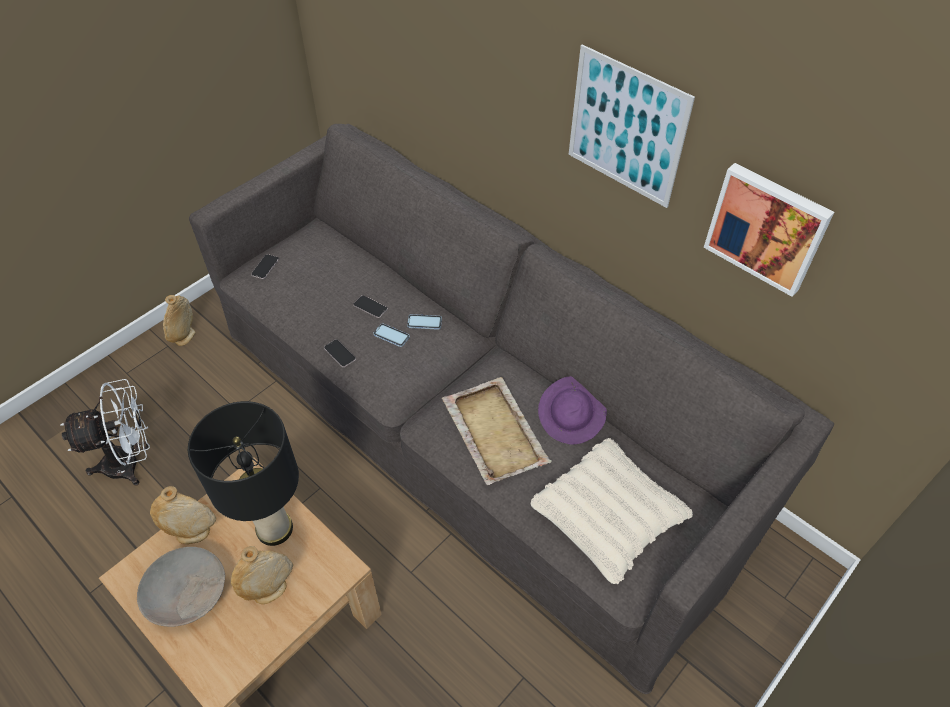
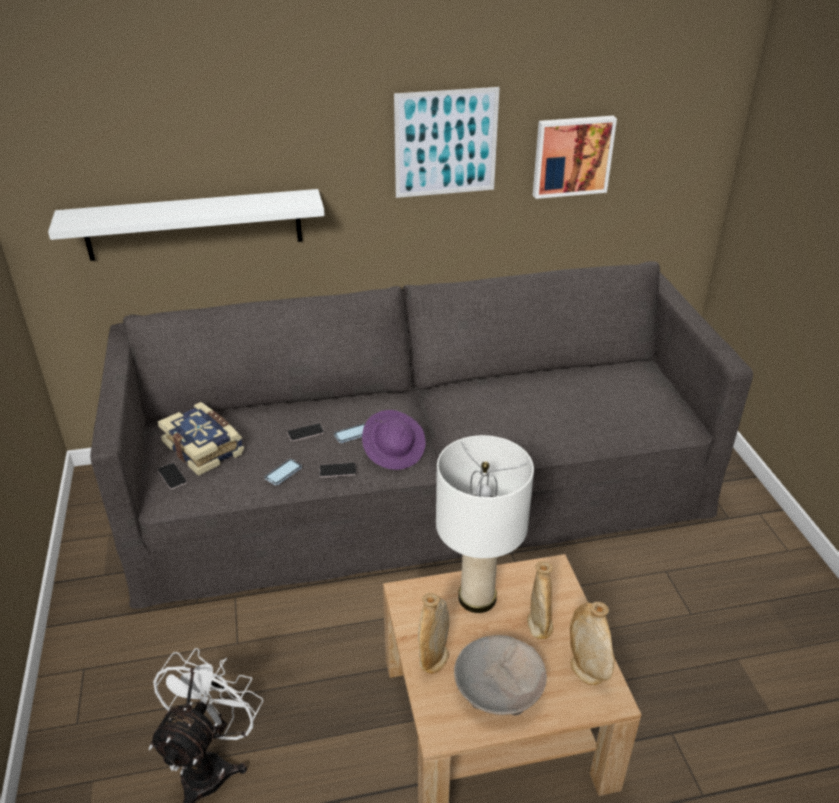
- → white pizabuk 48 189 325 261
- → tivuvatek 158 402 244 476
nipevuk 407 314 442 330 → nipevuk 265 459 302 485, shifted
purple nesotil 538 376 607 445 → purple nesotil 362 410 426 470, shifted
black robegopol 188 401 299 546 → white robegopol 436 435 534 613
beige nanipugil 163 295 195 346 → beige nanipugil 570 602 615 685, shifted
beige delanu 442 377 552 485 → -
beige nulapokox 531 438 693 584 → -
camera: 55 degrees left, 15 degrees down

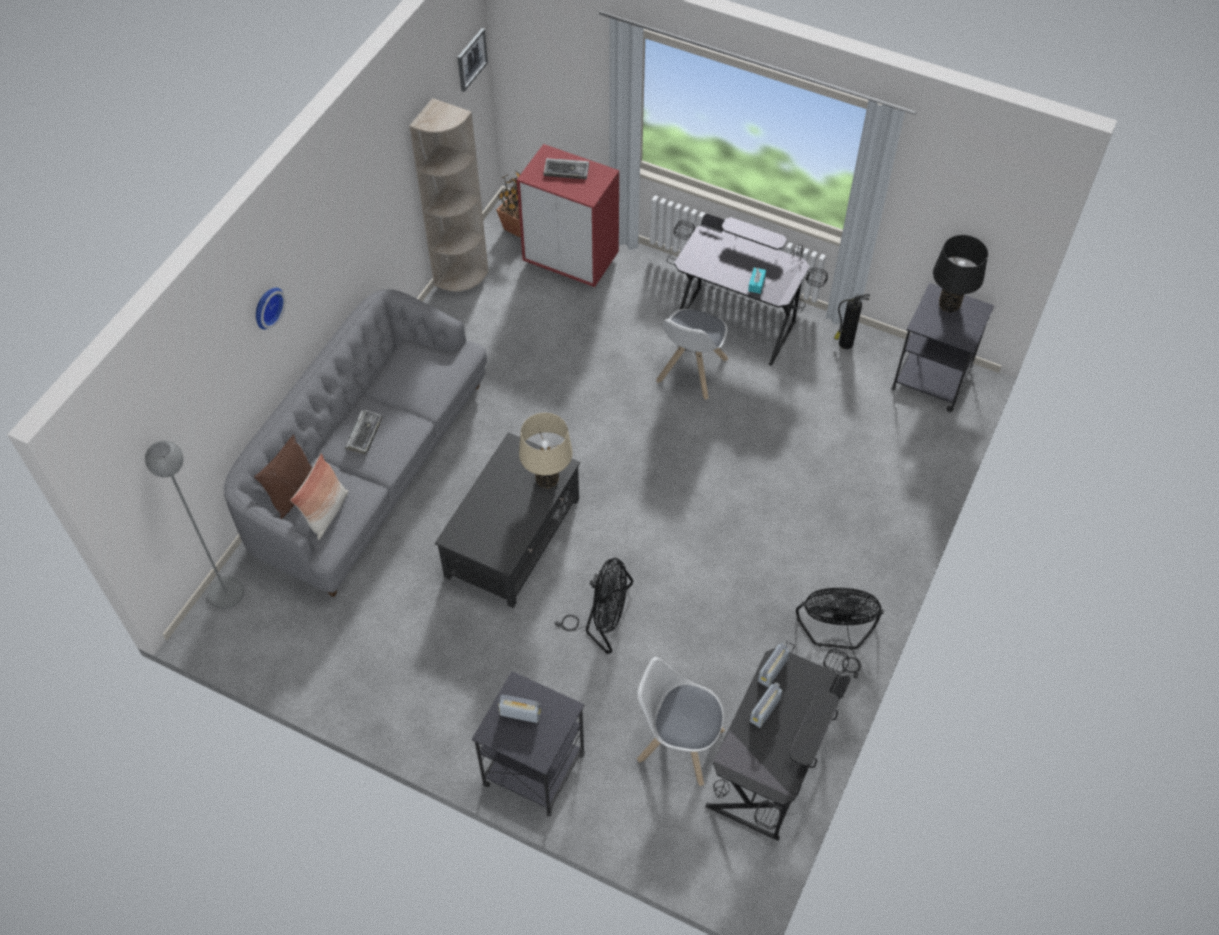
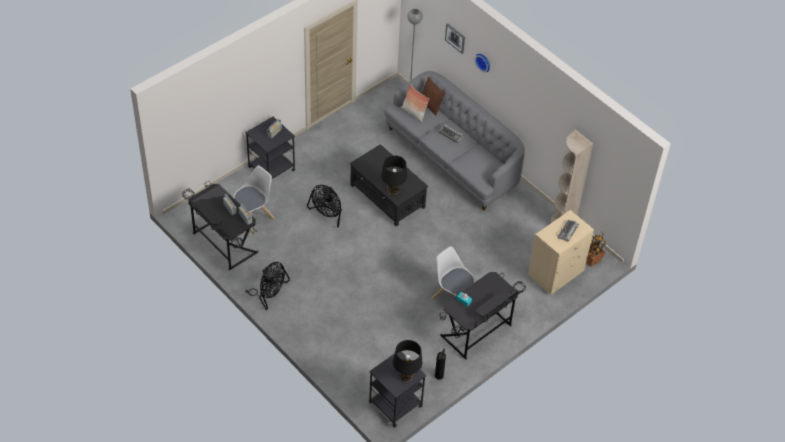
beige robegopol 519 413 573 488 → black robegopol 381 155 407 195
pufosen 458 28 488 92 → pufosen 445 23 465 54, shifted
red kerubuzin 517 144 619 287 → beige kerubuzin 528 210 594 295
camera: 110 degrees right, 5 degrees down

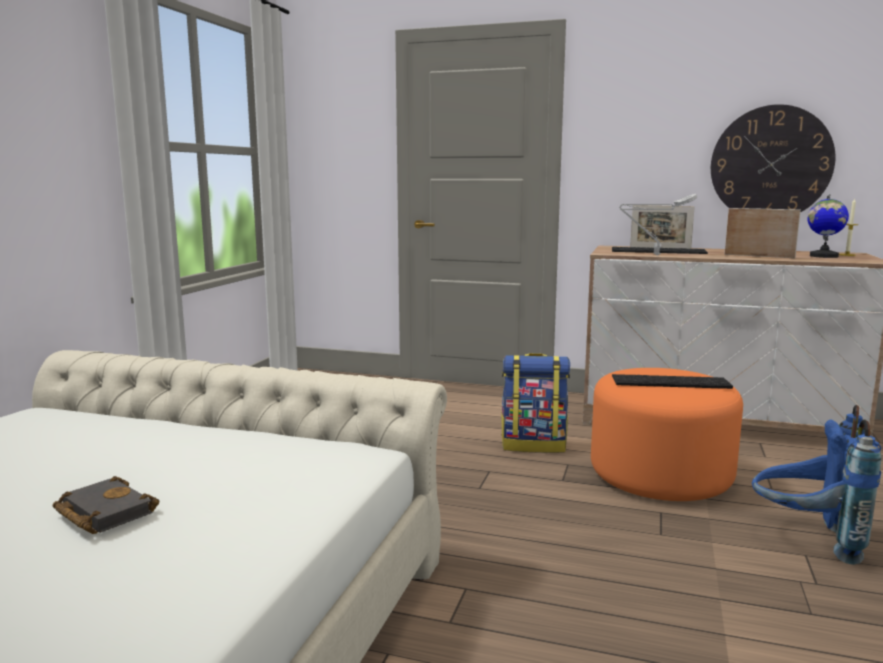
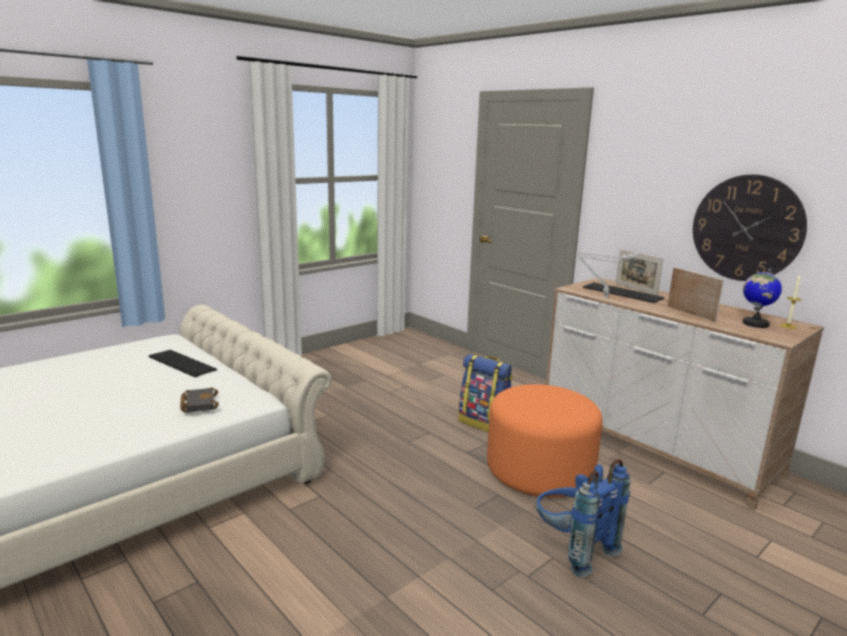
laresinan 612 374 733 389 → laresinan 149 350 217 377, shifted
black tivuvatek 53 476 159 534 → black tivuvatek 180 387 219 413, shifted
camera: 30 degrees right, 5 degrees up

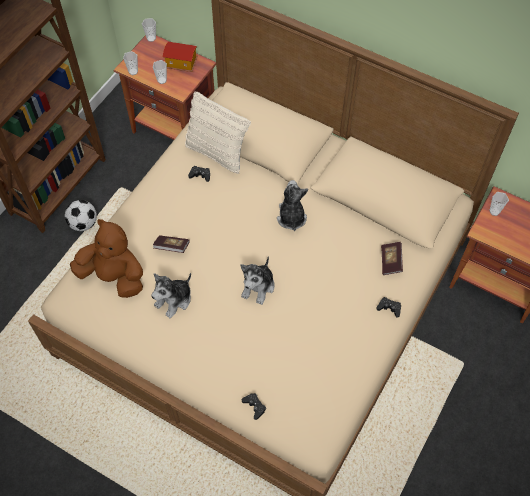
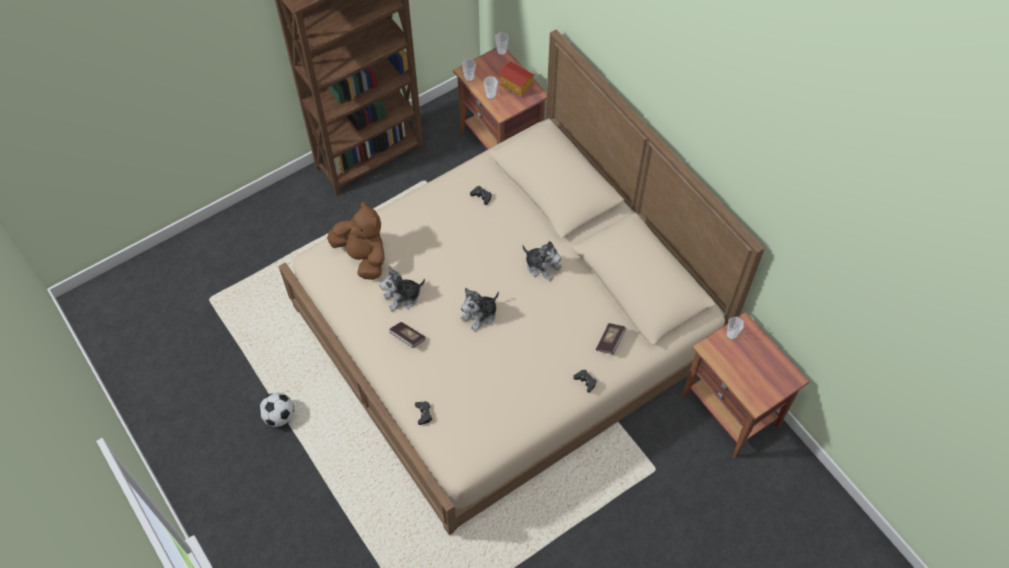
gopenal 65 200 97 231 → gopenal 259 393 294 427, shifted
tivuvatek 153 235 189 253 → tivuvatek 389 322 426 348, shifted
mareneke 277 180 308 231 → mareneke 522 241 562 281, 105 degrees clockwise
beige nulapokox 185 92 251 174 → -
camera: 25 degrees right, 0 degrees up

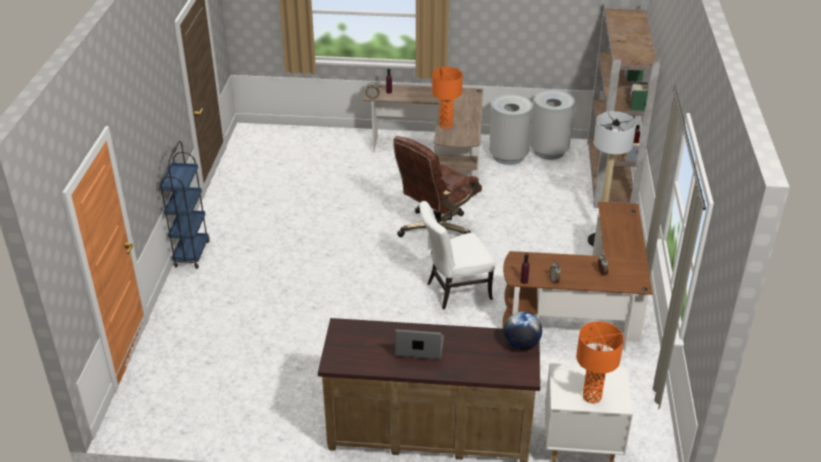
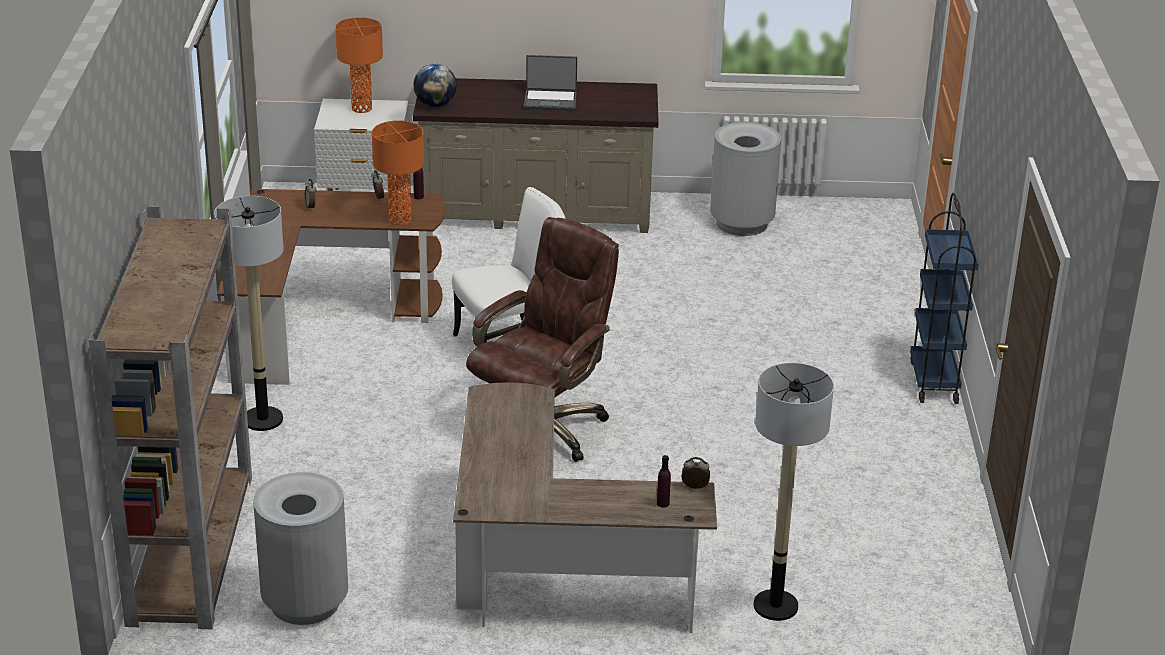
orange robegopol 432 67 463 129 → orange robegopol 372 120 424 225, shifted
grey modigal 489 94 533 165 → grey modigal 710 122 781 236, shifted
- → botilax 754 363 834 621
camera: 175 degrees right, 5 degrees down

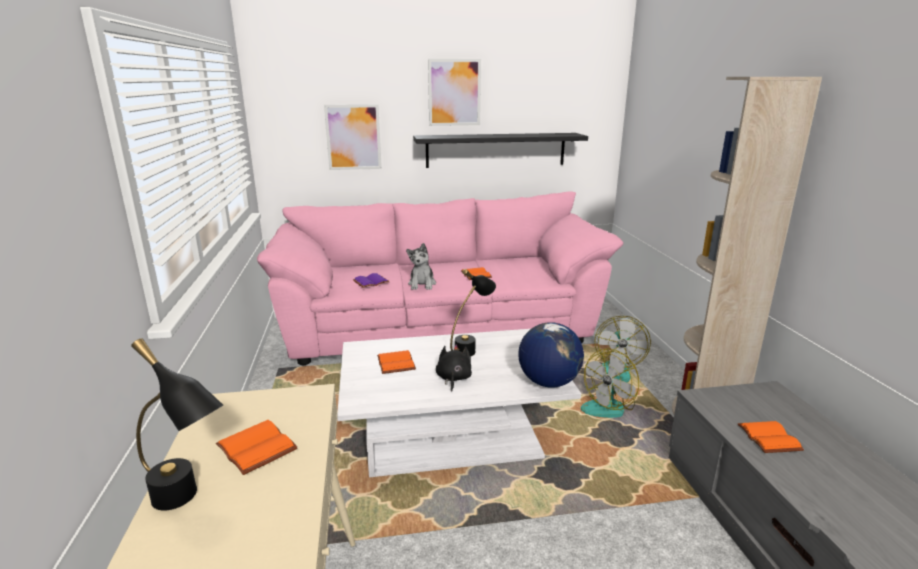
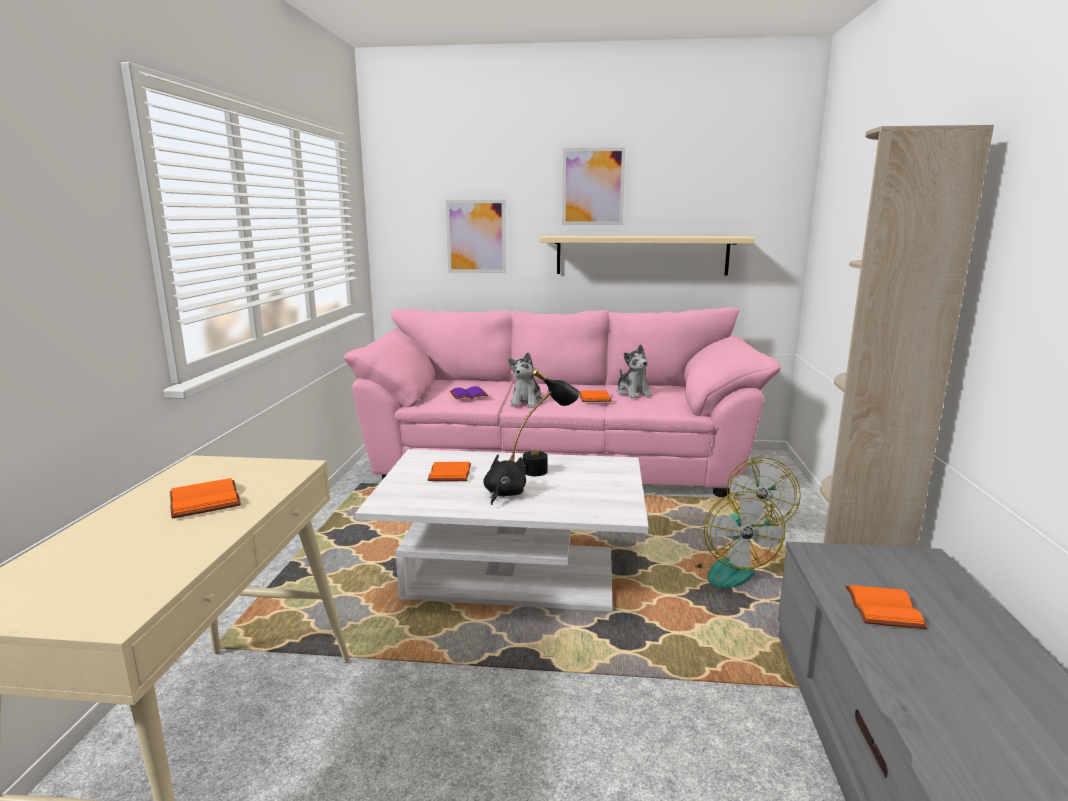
black pizabuk 413 133 588 168 → beige pizabuk 540 236 754 276
- → mareneke 617 344 652 399
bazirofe 581 348 639 418 → bazirofe 695 491 785 588, 60 degrees counterclockwise
black robegopol 131 338 223 511 → -
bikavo 519 322 584 388 → -
camera: 15 degrees right, 5 degrees down

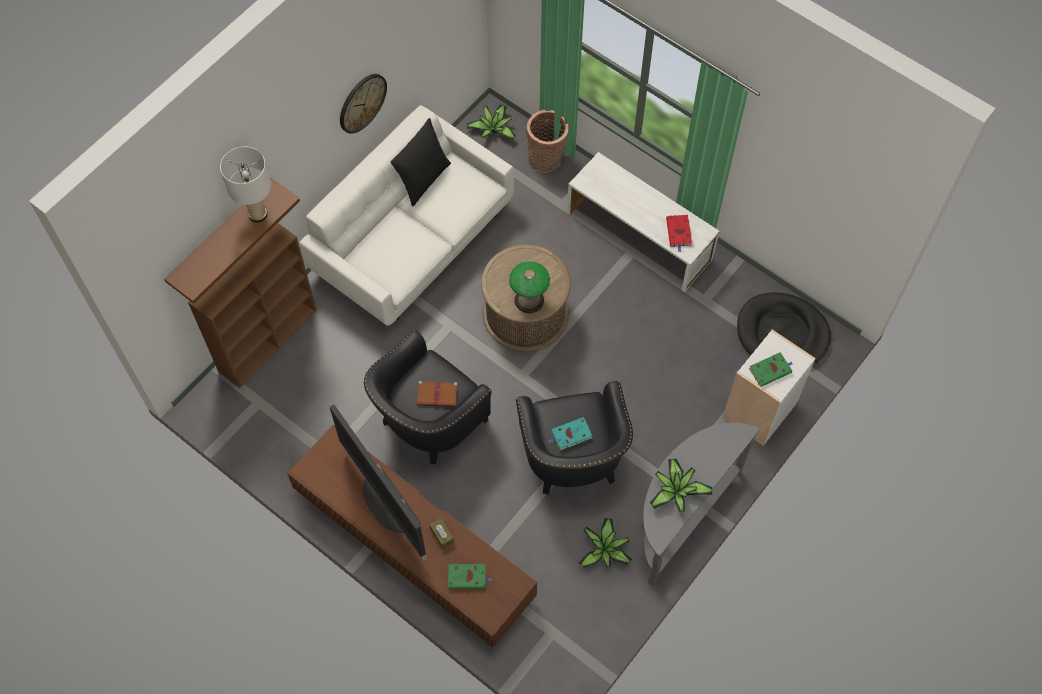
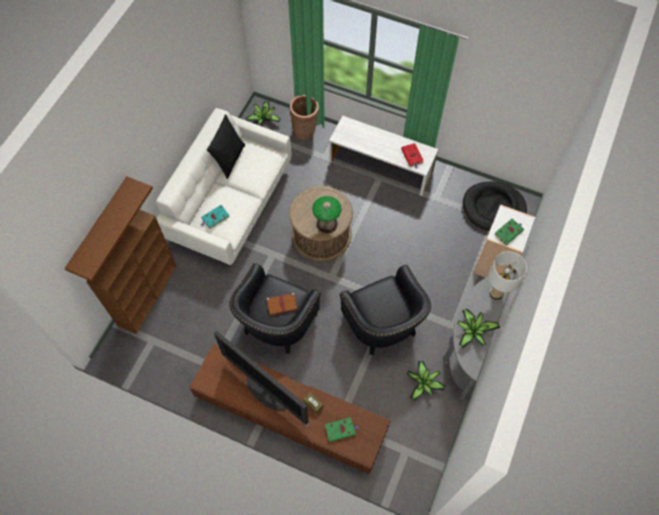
turquoise tivuvatek 548 417 592 451 → turquoise tivuvatek 201 205 230 229, shifted
white robegopol 220 146 271 223 → white robegopol 488 251 527 300, shifted
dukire 340 74 387 134 → -
camera: 15 degrees left, 0 degrees up

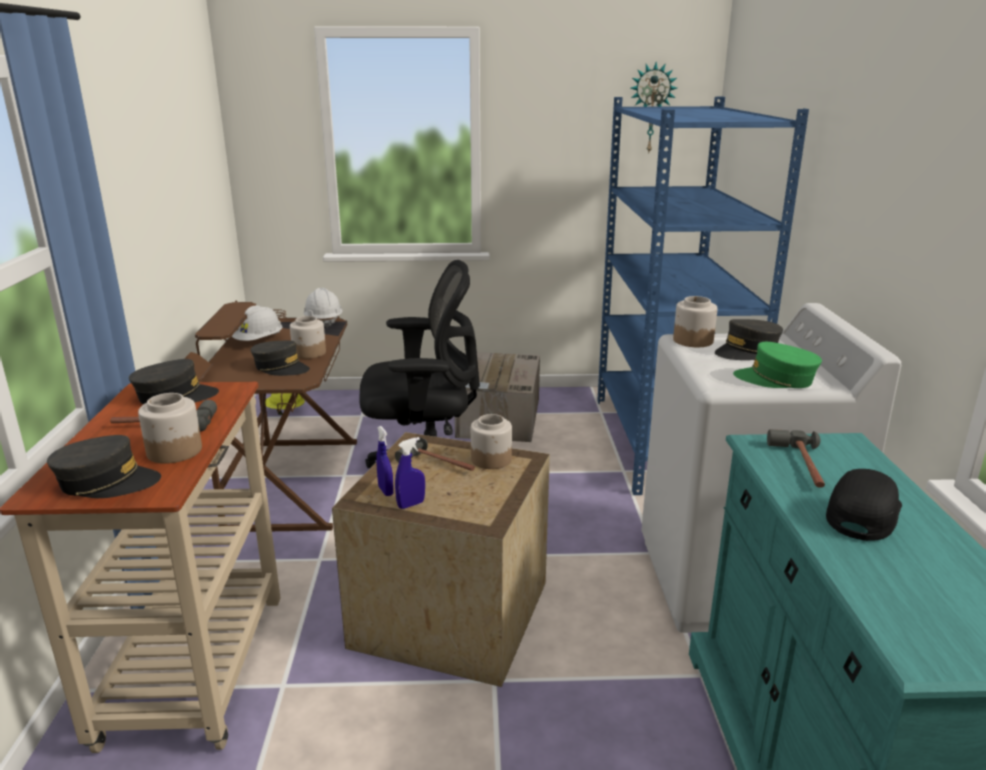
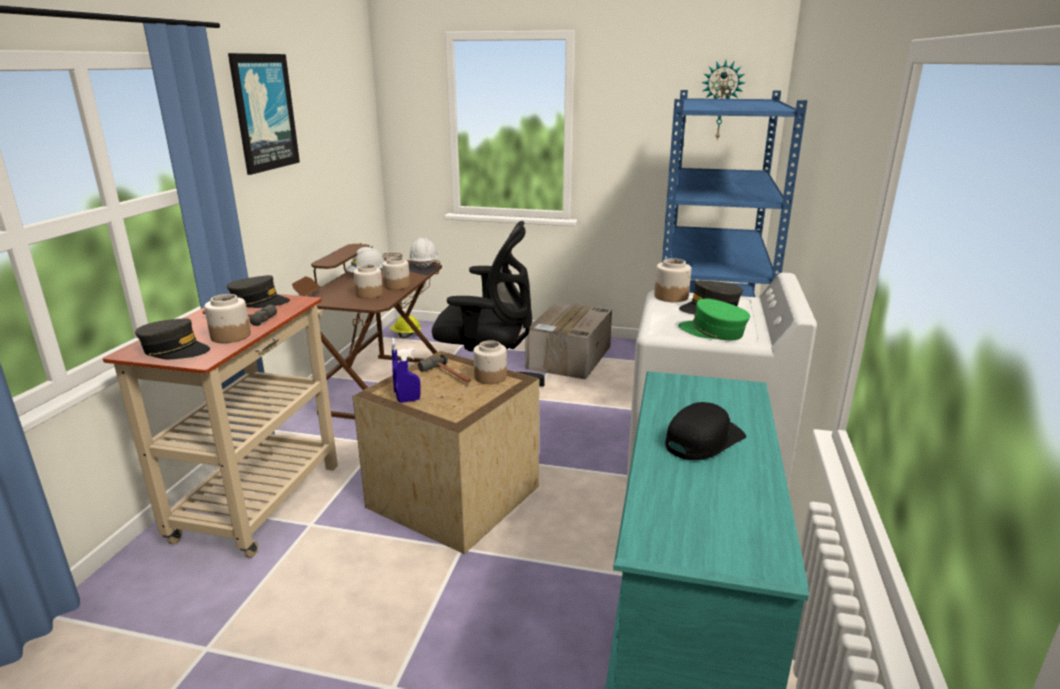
- → pufosen 228 53 300 175
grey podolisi 251 341 310 376 → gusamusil 354 264 383 299
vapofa 767 429 825 488 → -
camera: 15 degrees right, 0 degrees up

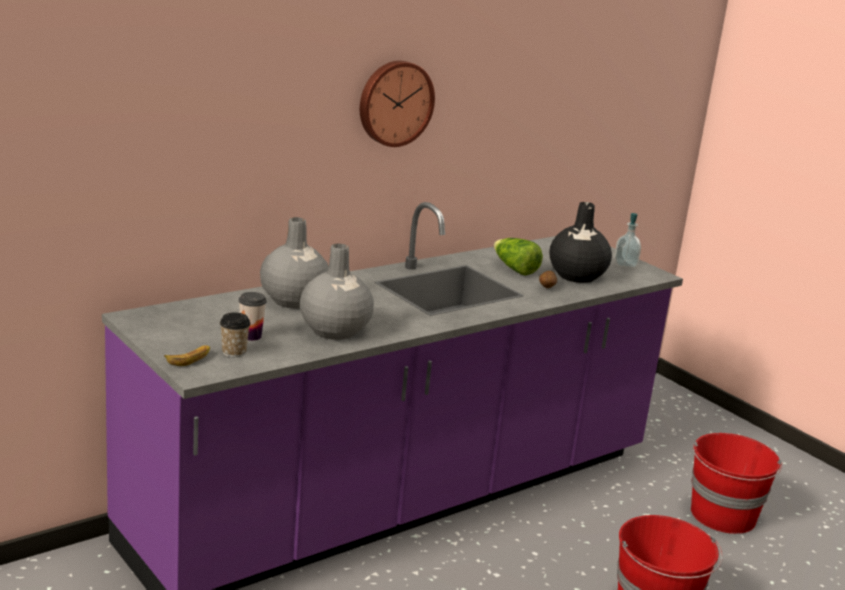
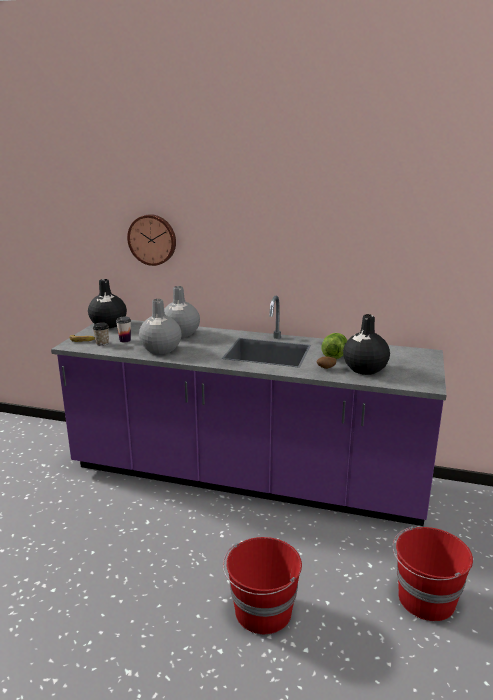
- → black nanipugil 88 279 127 328
dukire 360 61 435 147 → dukire 127 214 176 266, shifted
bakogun 614 213 641 268 → -
camera: 55 degrees right, 0 degrees up

